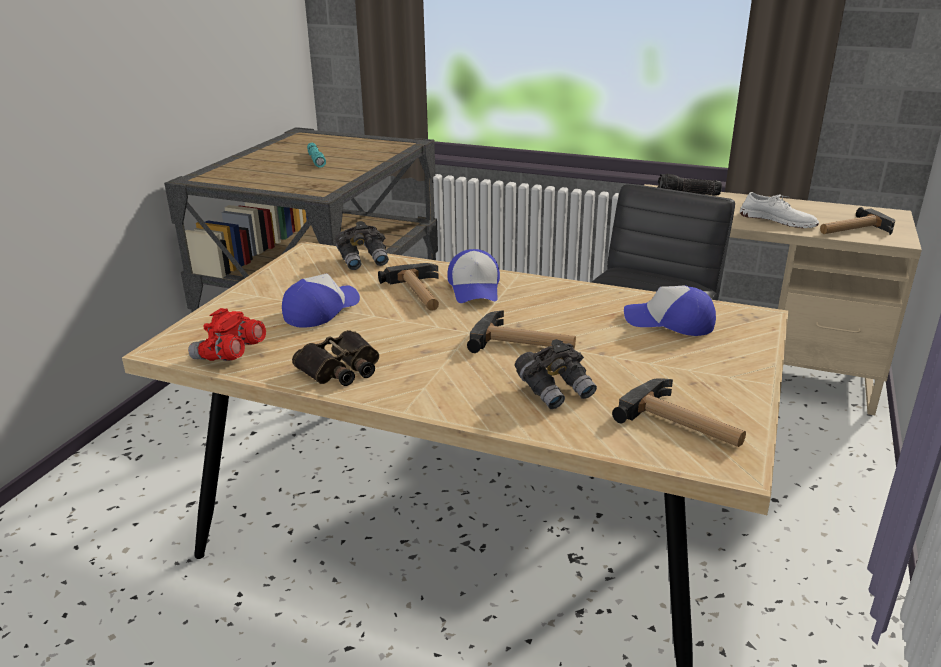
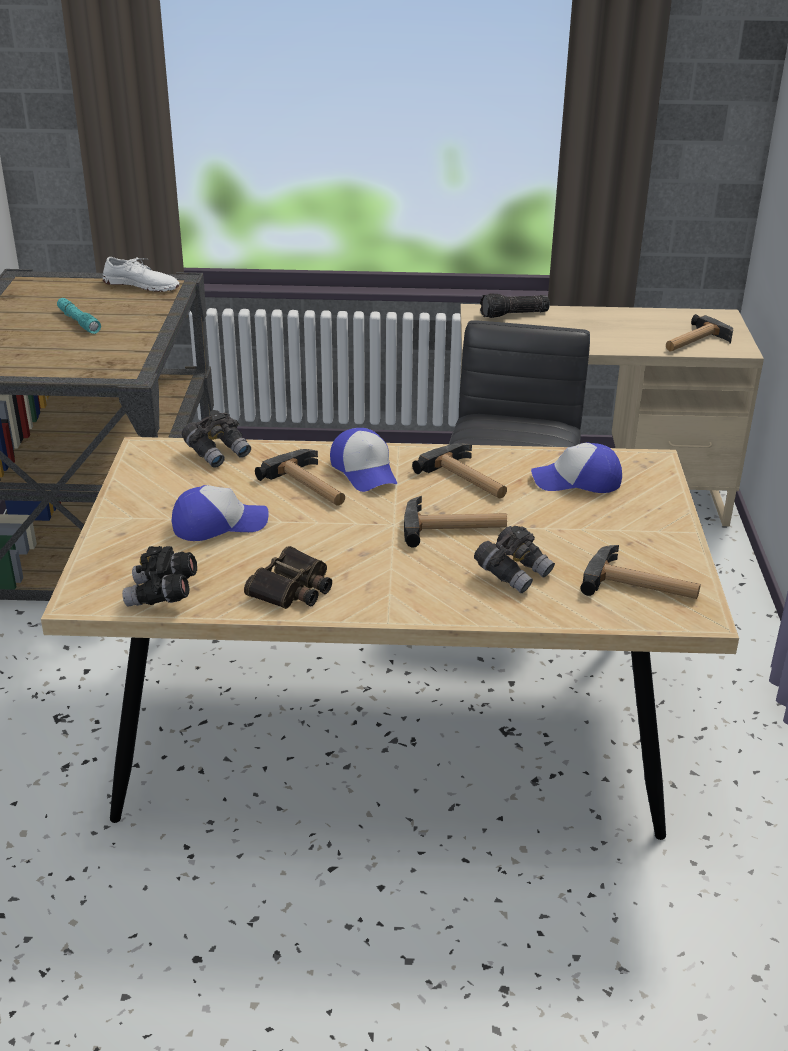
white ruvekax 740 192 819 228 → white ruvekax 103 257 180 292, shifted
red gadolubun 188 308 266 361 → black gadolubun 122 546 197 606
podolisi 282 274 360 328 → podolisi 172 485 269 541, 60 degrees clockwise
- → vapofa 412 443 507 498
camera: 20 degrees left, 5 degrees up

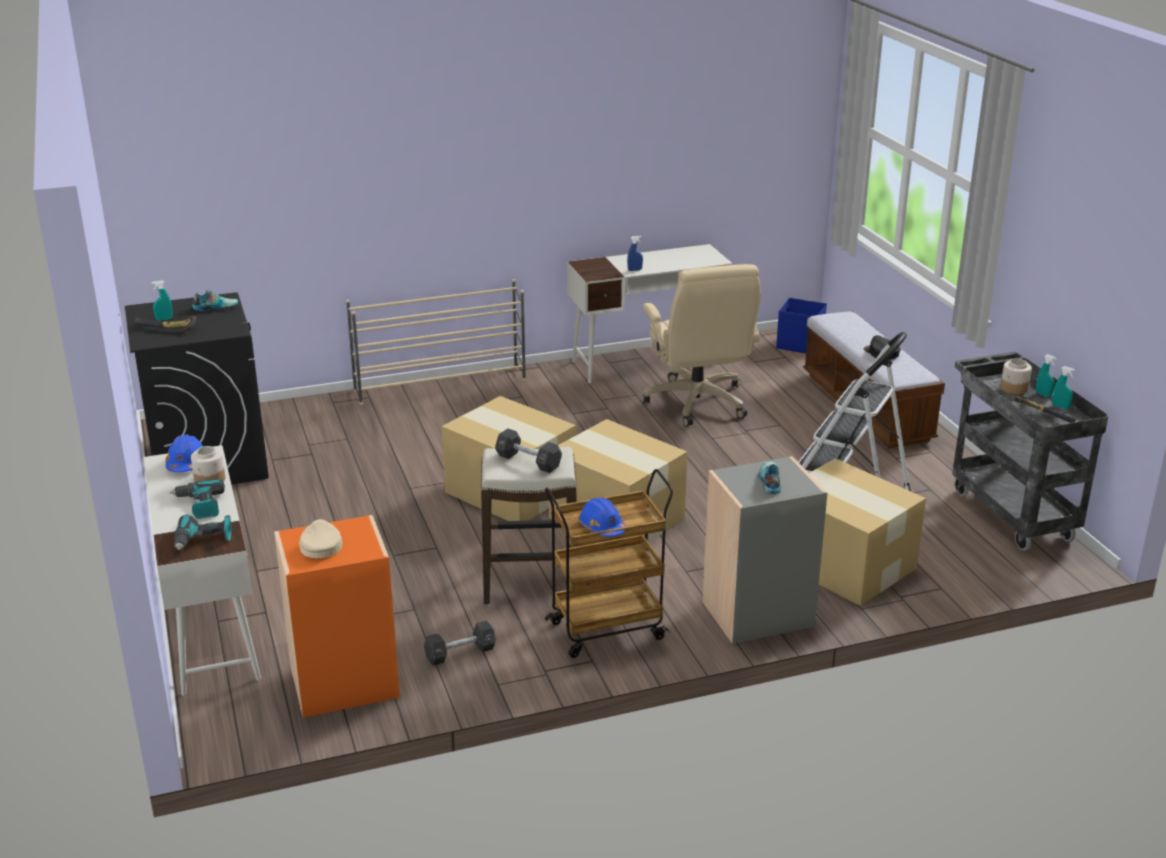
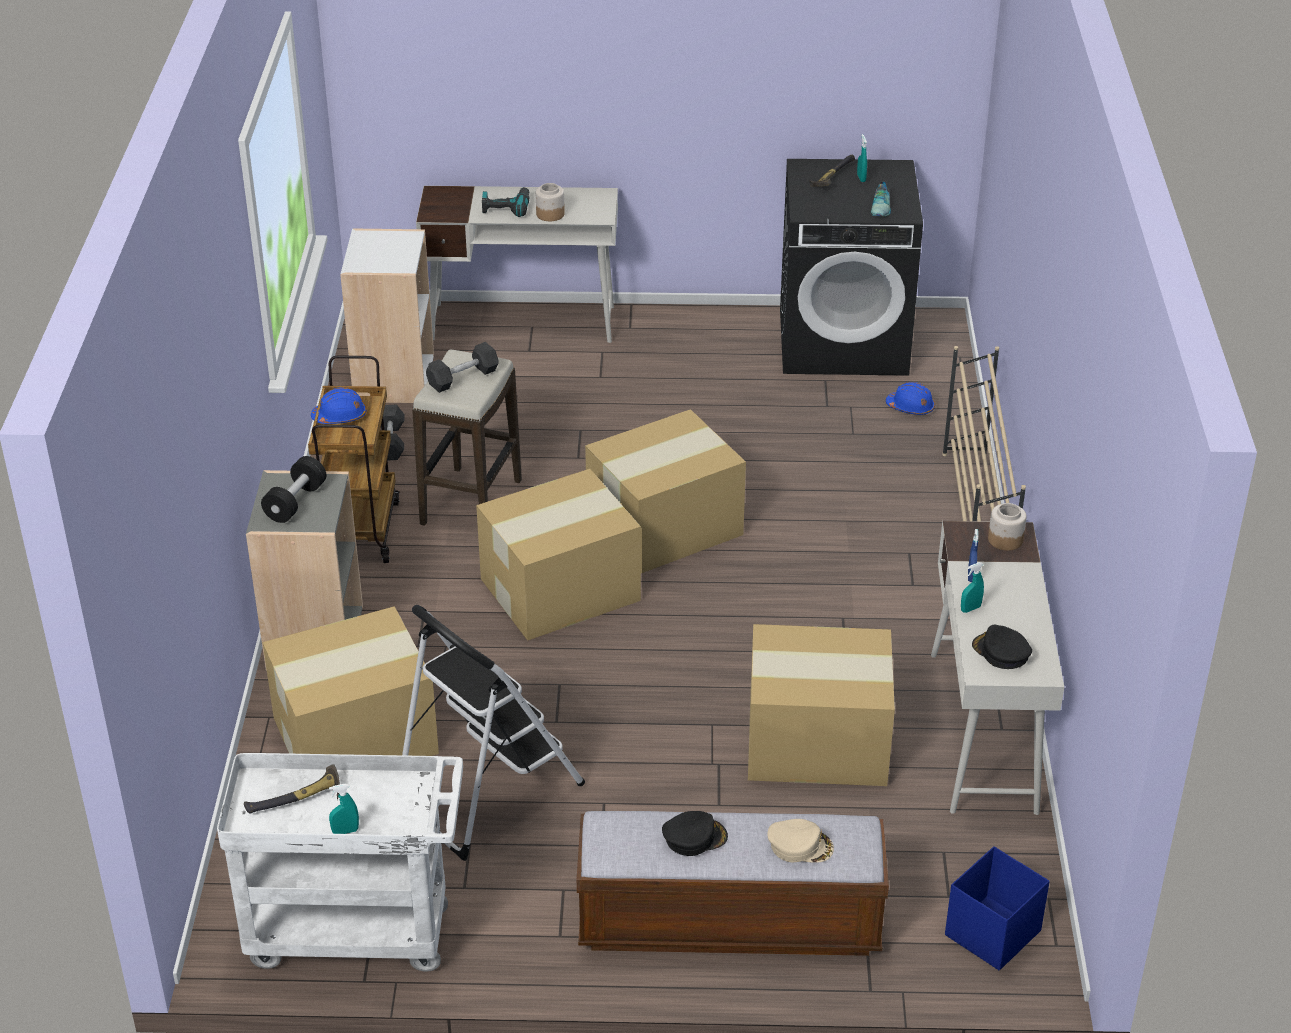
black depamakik 952 352 1108 551 → white depamakik 217 753 463 972
ruvekax 758 462 781 494 → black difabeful 261 456 326 523
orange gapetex 274 515 400 718 → white gapetex 340 229 434 403
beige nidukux 642 264 761 426 → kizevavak 748 624 895 786
beige podolisi 299 519 342 558 → beige podolisi 767 819 834 863, shifted
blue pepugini 165 435 203 472 → blue pepugini 886 382 935 415, shifted
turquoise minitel 1052 366 1075 409 → turquoise minitel 961 562 984 613, shifted
- → black podolisi 972 625 1032 669
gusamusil 1001 359 1032 394 → gusamusil 988 503 1027 551, shifted
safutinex 174 514 232 550 → -
camera: 110 degrees right, 10 degrees up

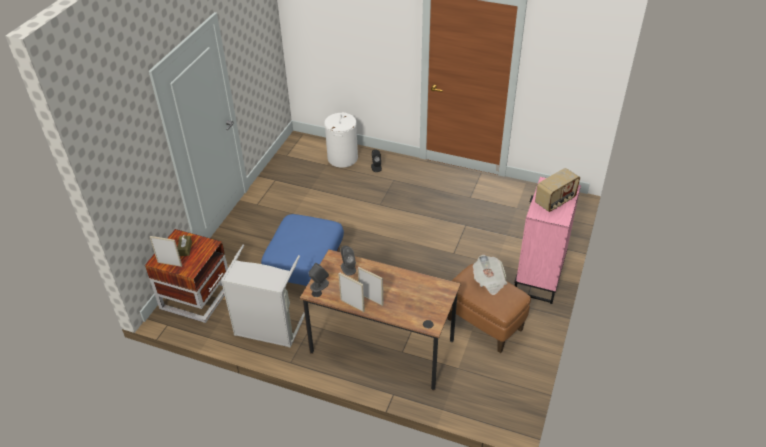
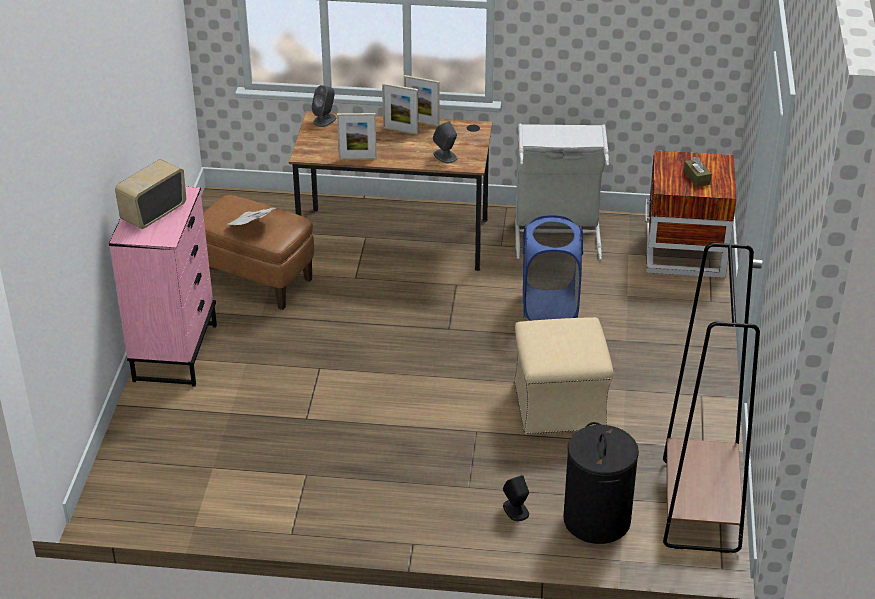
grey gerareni 308 263 329 292 → grey gerareni 312 85 336 127, shifted
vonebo 150 236 182 267 → vonebo 337 113 377 160, shifted
- → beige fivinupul 514 317 614 434
blue fivinupul 261 214 344 286 → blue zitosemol 522 215 583 321
white zitosemol 324 112 358 168 → black zitosemol 564 422 639 544
- → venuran 663 243 760 553
camera: 165 degrees right, 5 degrees down

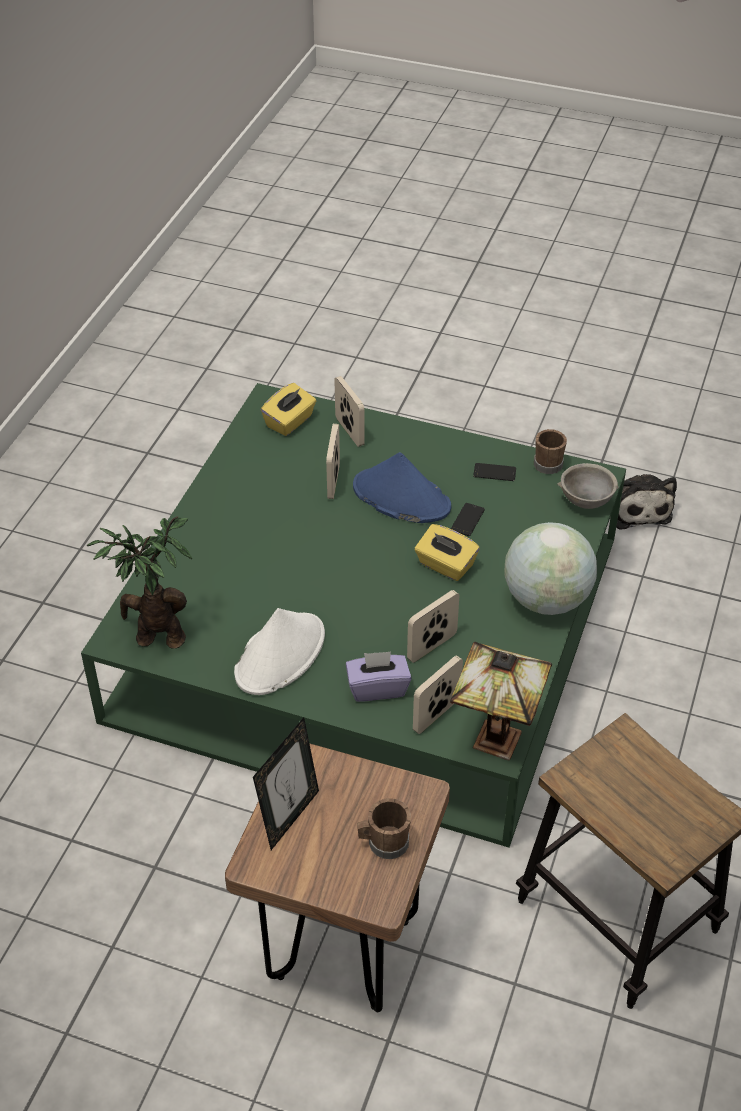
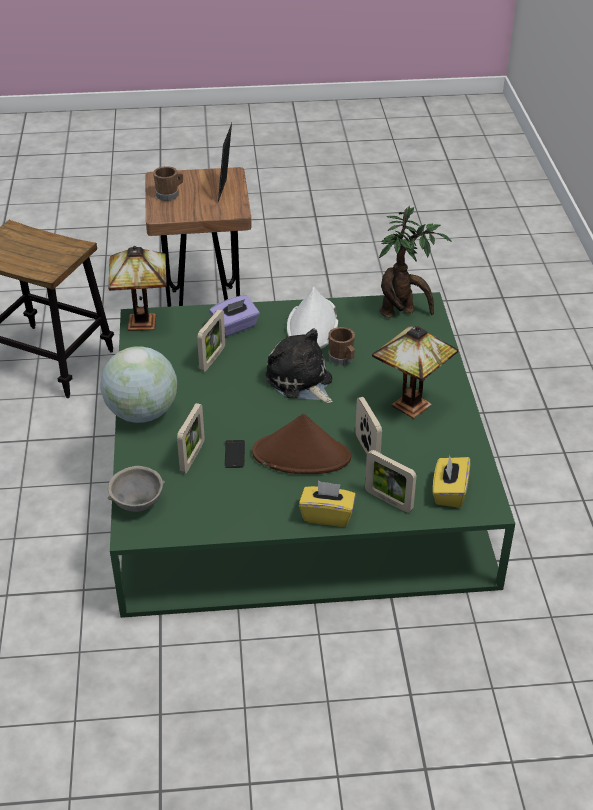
vonebo 413 656 463 734 → vonebo 177 403 205 473, shifted
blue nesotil 353 452 451 523 → brown nesotil 252 413 351 474
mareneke 610 474 677 529 → mareneke 265 329 332 403, shifted
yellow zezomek 415 524 480 581 → yellow zezomek 299 481 356 527, shifted
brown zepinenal 534 429 567 474 → brown zepinenal 328 327 355 365, shifted
- → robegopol 372 326 458 418
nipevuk 473 463 516 481 → -
camera: 155 degrees right, 5 degrees down

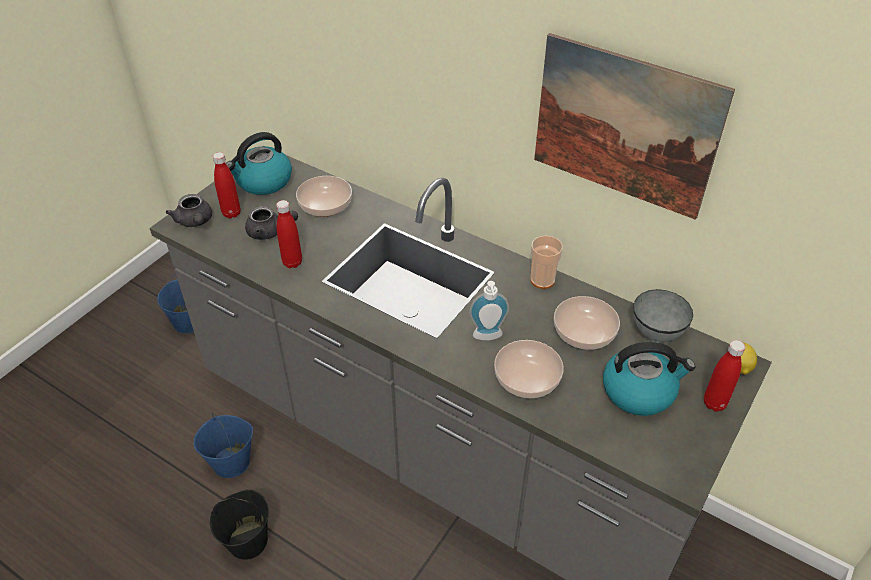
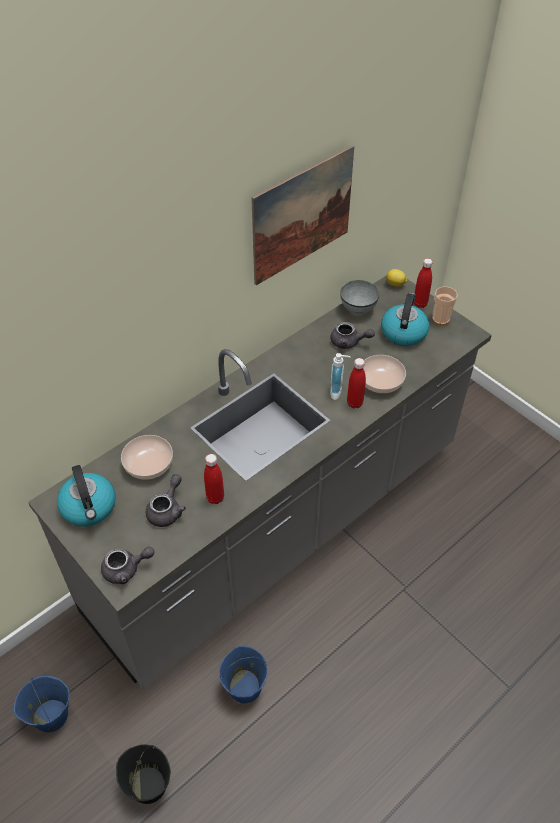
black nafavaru 210 490 269 560 → black nafavaru 116 744 171 804, shifted
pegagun 554 296 620 350 → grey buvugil 330 322 375 349
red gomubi 213 152 241 219 → red gomubi 347 358 366 408, shifted
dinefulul 530 236 563 289 → dinefulul 432 287 458 325, shifted
camera: 75 degrees left, 5 degrees up

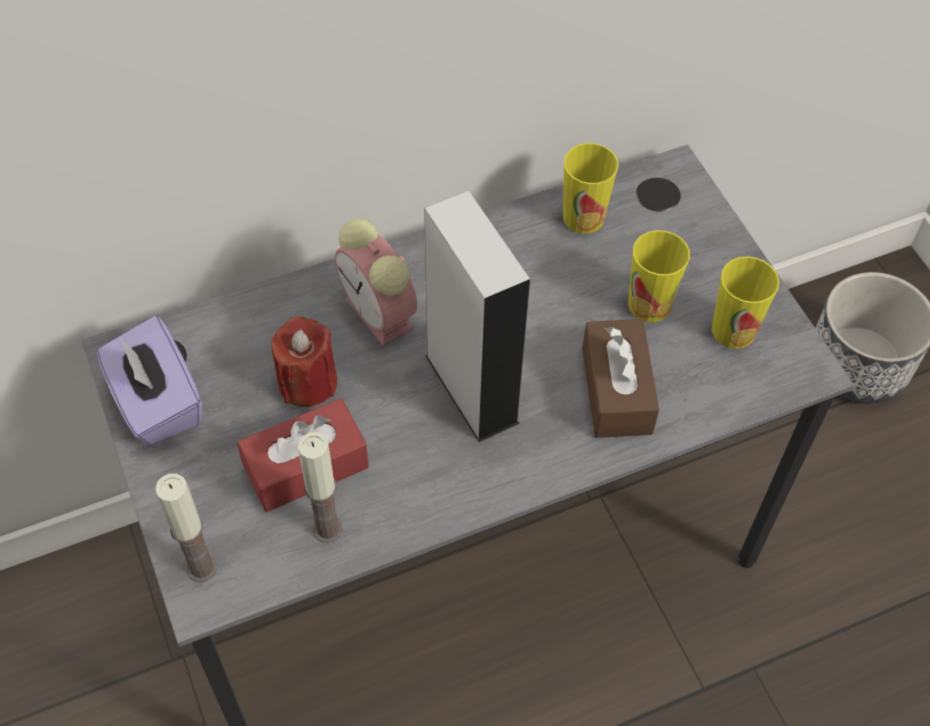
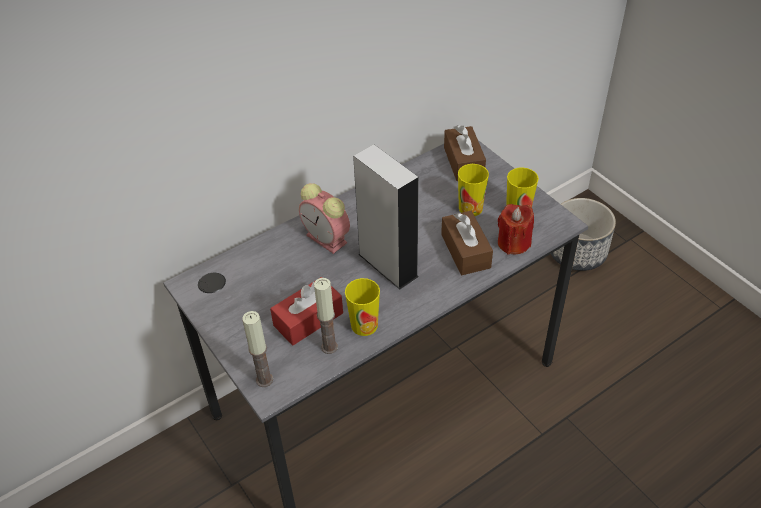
dinefulul 563 143 619 234 → dinefulul 345 278 380 336, shifted
- → brown zezomek 444 125 486 181
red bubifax 271 317 337 407 → red bubifax 498 204 534 255, shifted
purple zezomek 97 316 202 445 → -
camera: 10 degrees left, 10 degrees down

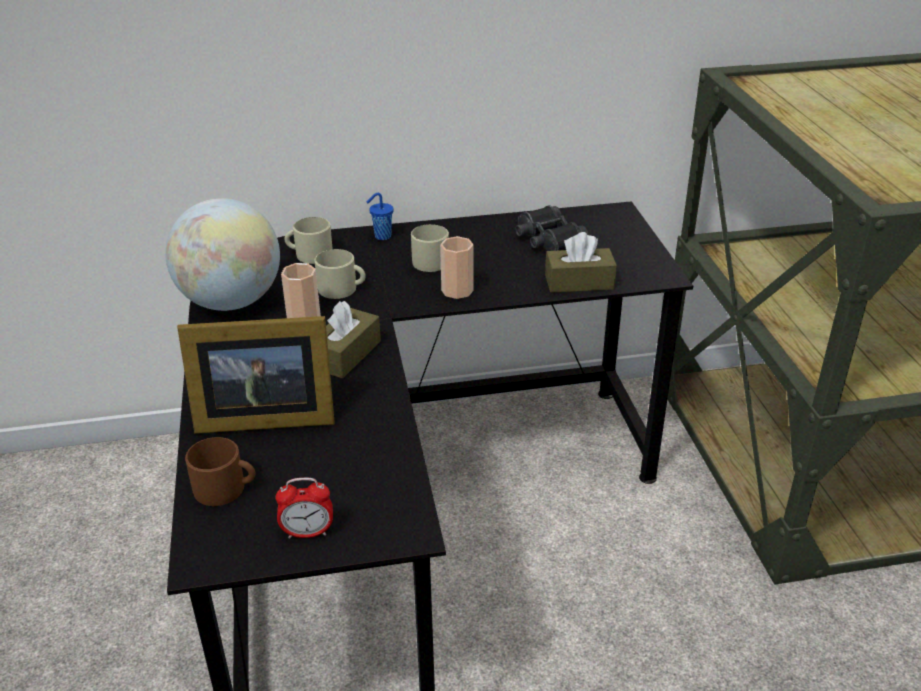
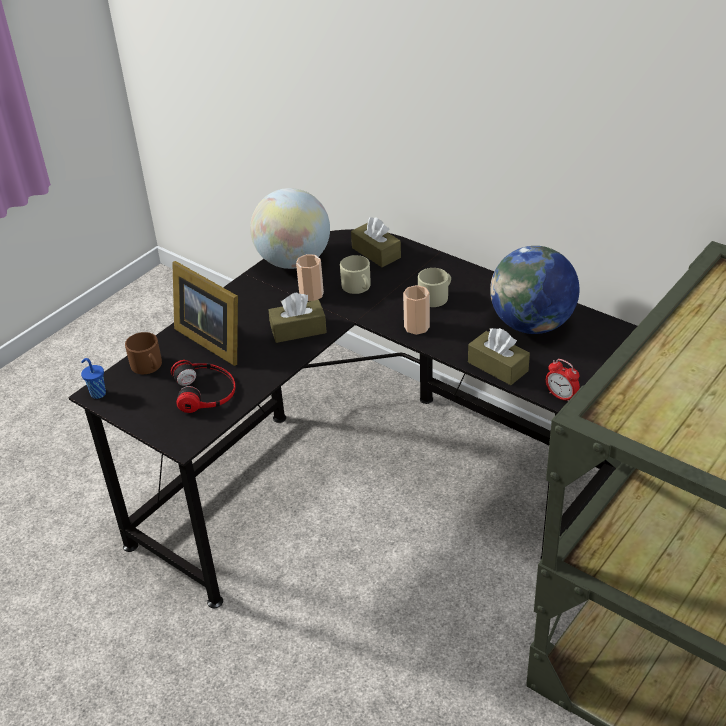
blue dinefulul 367 193 394 240 → blue dinefulul 81 358 106 399, shifted
- → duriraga 171 360 236 413
beige zepinenal 284 217 333 264 → brown zezomek 351 217 401 267
black gadolubun 516 205 588 251 → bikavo 490 246 579 334
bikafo 275 478 333 539 → bikafo 546 359 580 401, shifted
camera: 50 degrees right, 5 degrees up

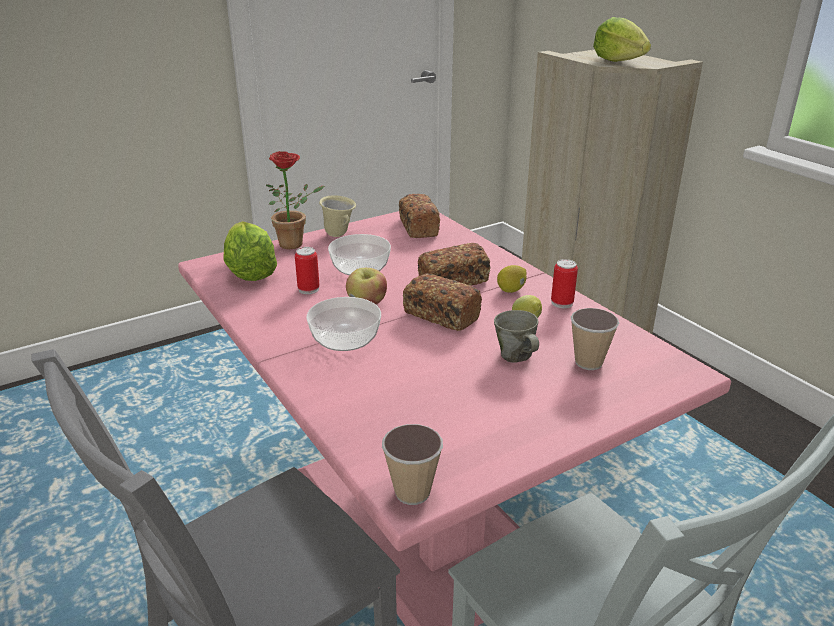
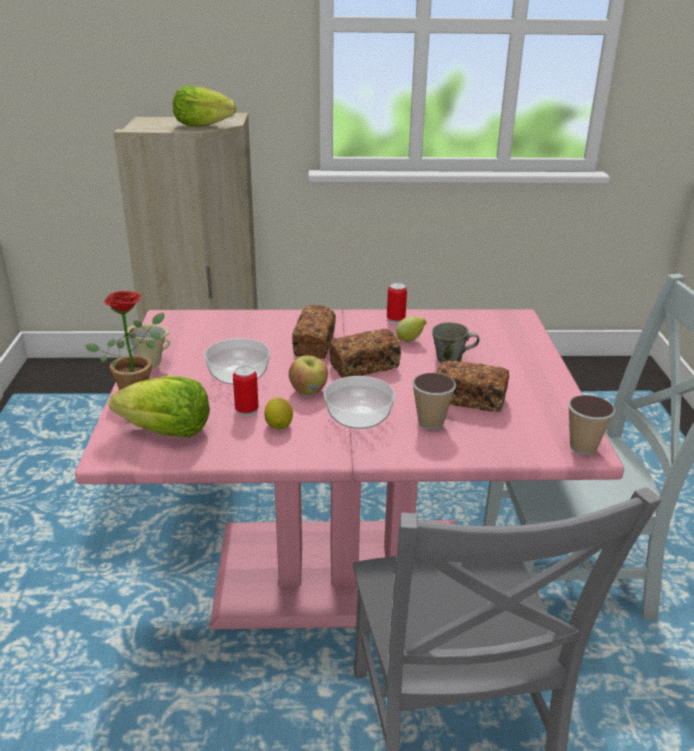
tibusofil 497 265 527 293 → tibusofil 265 398 293 430, shifted
dinefulul 571 308 619 370 → dinefulul 412 373 456 430, shifted
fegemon 399 194 440 238 → fegemon 437 360 509 412, shifted
camera: 60 degrees left, 0 degrees up

